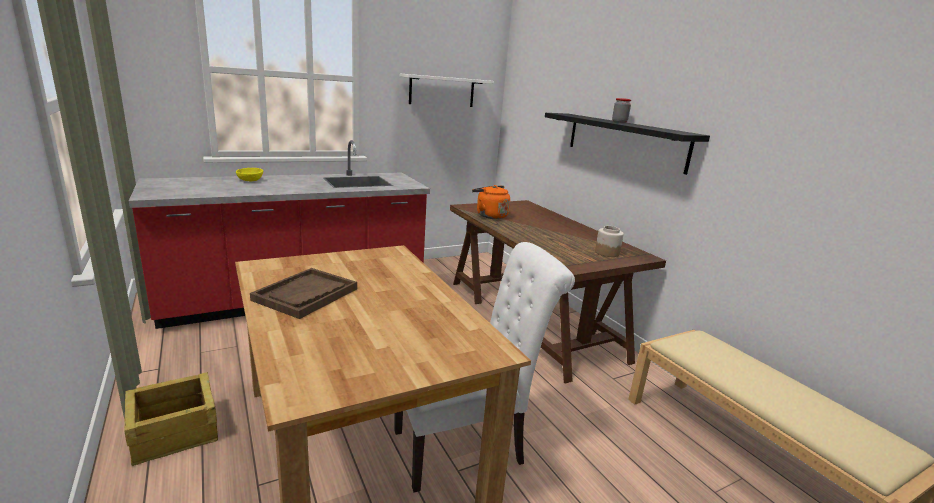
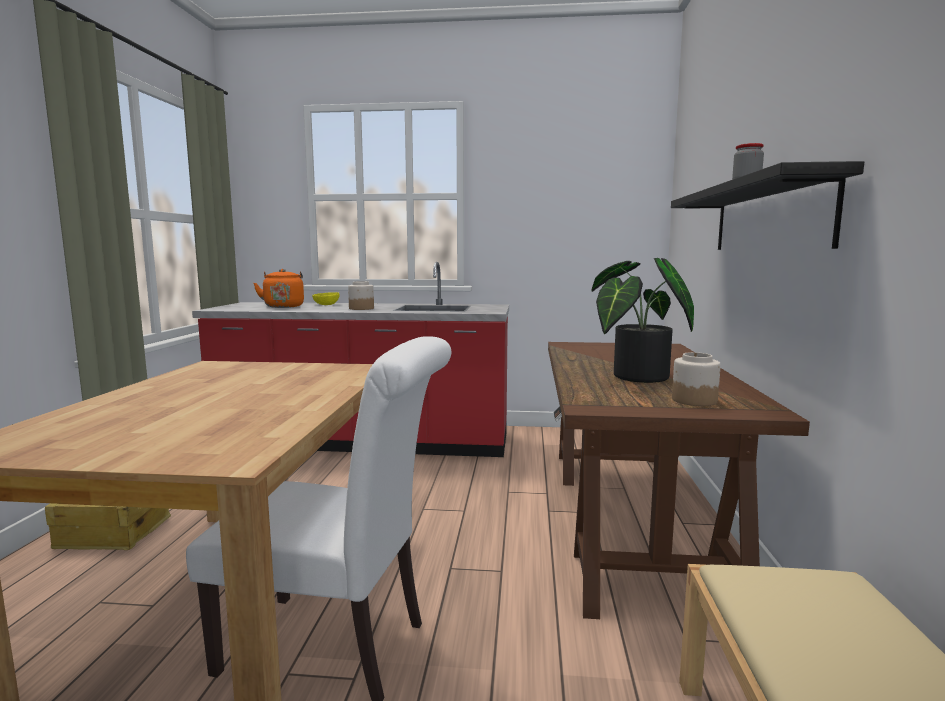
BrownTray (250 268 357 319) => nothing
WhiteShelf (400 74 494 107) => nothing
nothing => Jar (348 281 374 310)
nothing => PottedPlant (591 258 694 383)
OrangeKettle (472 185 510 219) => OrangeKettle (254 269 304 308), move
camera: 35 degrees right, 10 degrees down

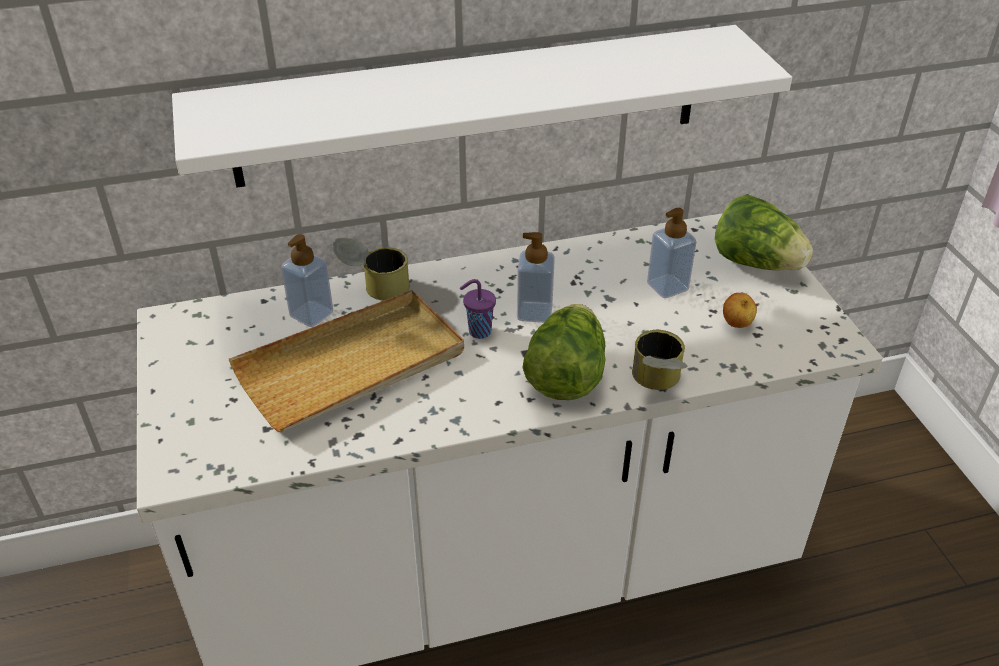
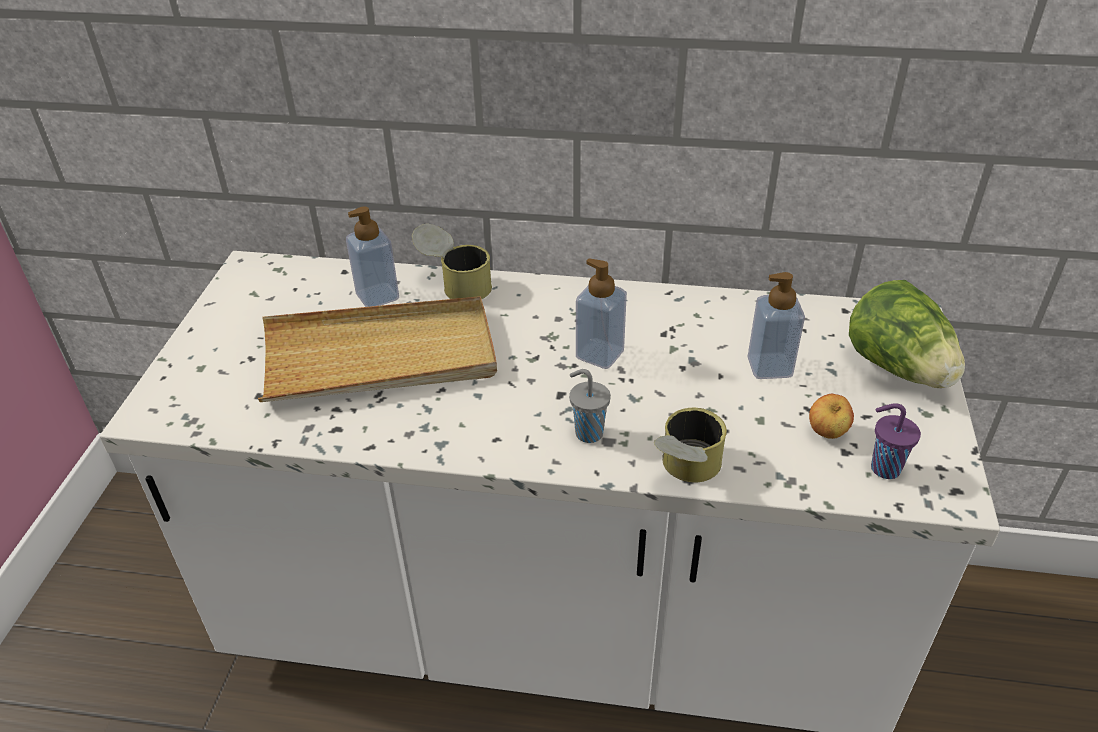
WhiteShelf (172 25 792 188) => nothing
PurpleCup (460 279 496 339) => PurpleCup (871 403 921 479), move
Lettuce (522 304 605 400) => GreyCup (569 369 611 443)
camera: 25 degrees right, 0 degrees up

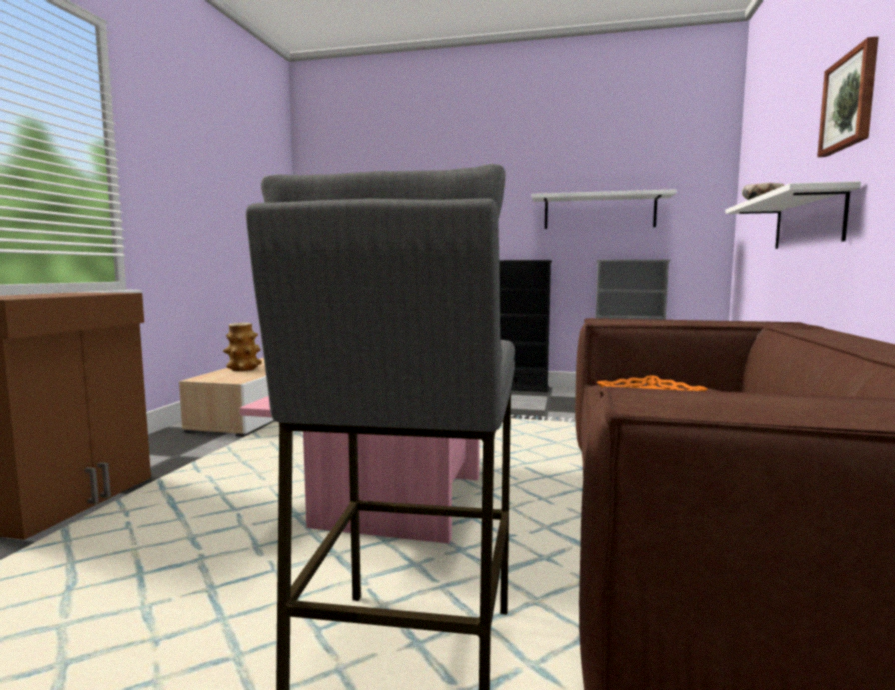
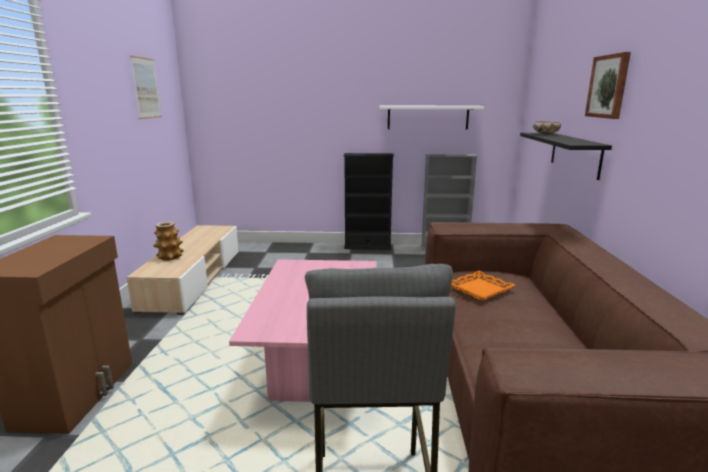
nothing => Picture (130 56 162 119)
WhiteShelf (725 181 861 249) => BlackShelf (520 133 612 180)
camera: 10 degrees left, 10 degrees up

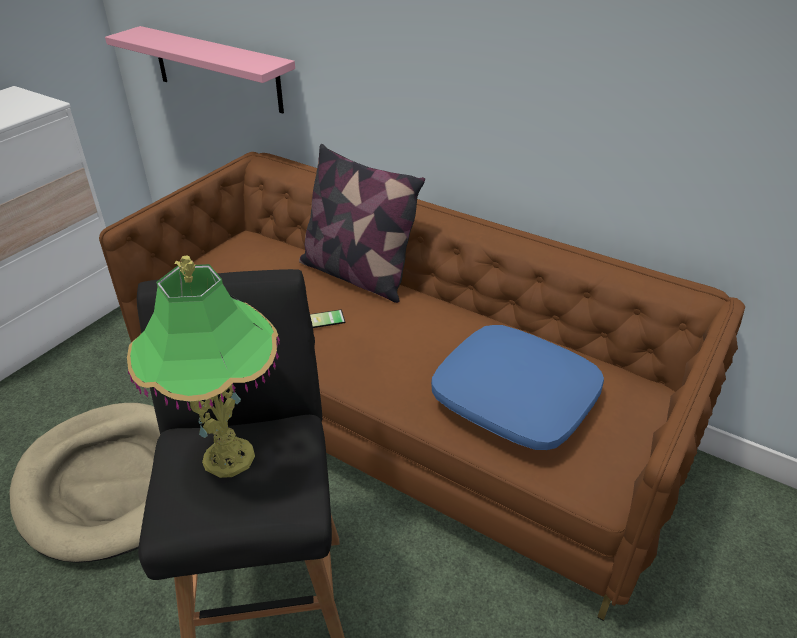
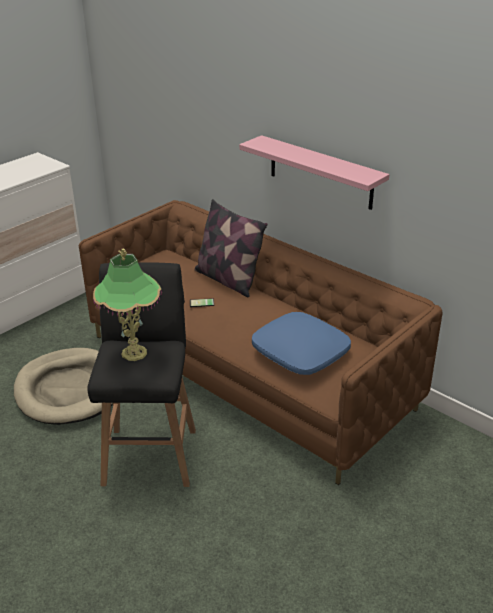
PinkShelf (105 26 295 113) => PinkShelf (239 135 389 210), move
camera: 10 degrees right, 5 degrees down

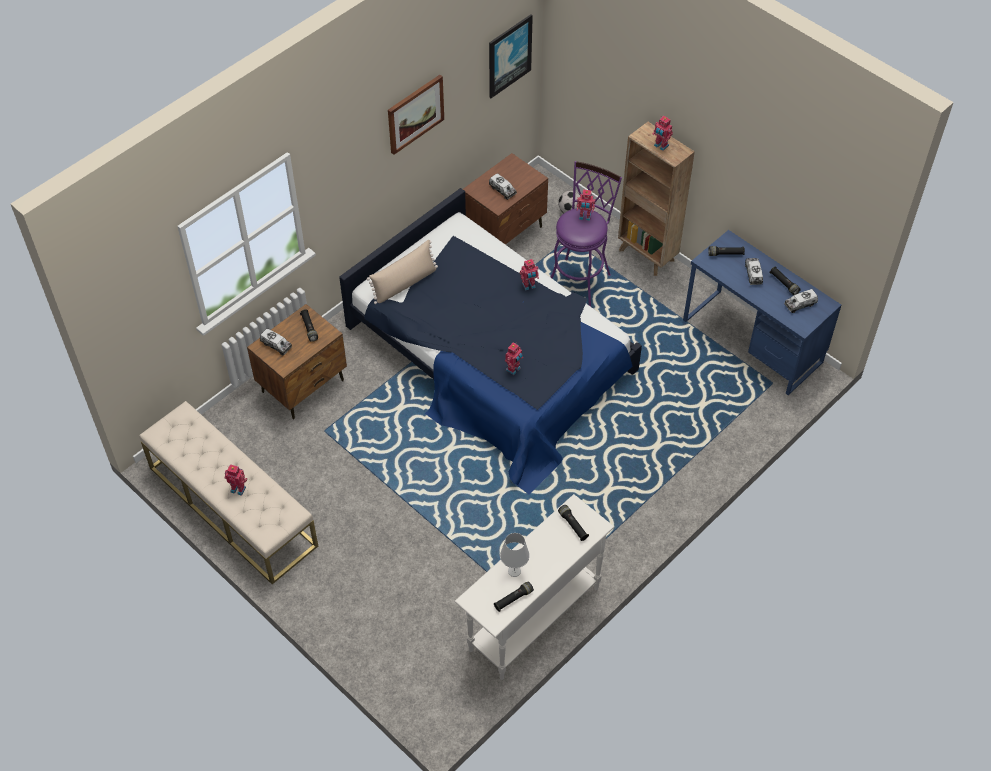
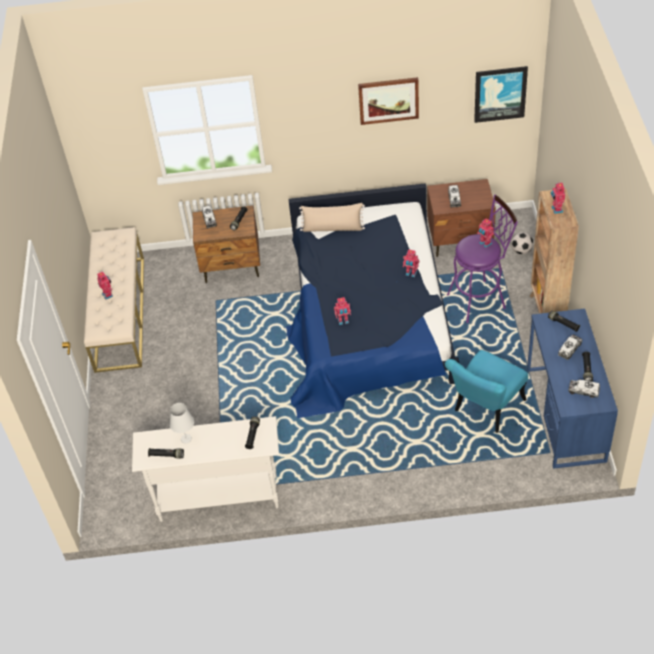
nothing => TurquoiseChair (445 350 528 433)
camera: 45 degrees right, 5 degrees down

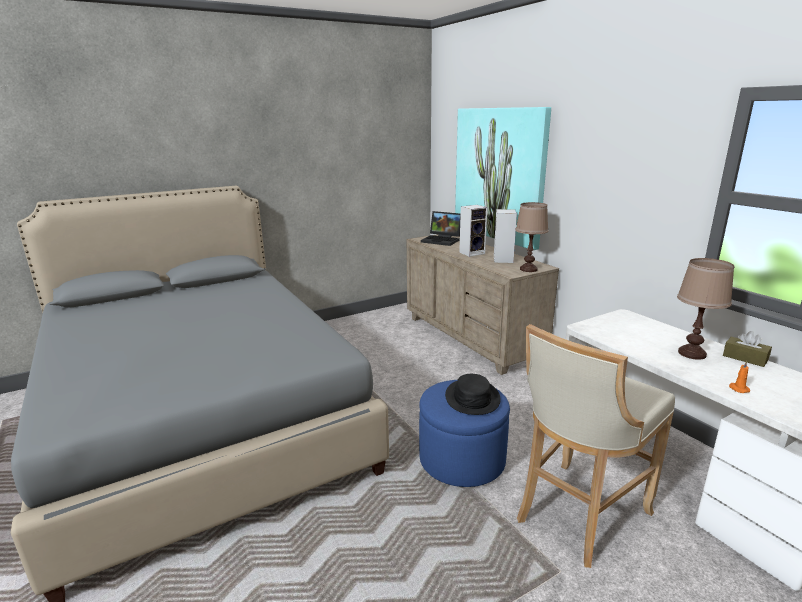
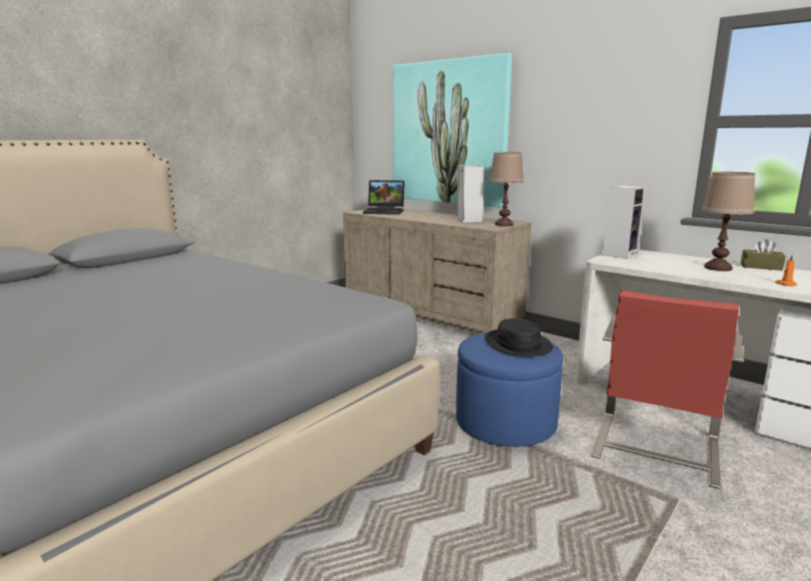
Speaker (459 205 487 257) => Speaker (602 185 646 259), move
BeigeStool (517 324 675 568) => RedChair (591 290 744 489)
camera: 20 degrees left, 5 degrees down

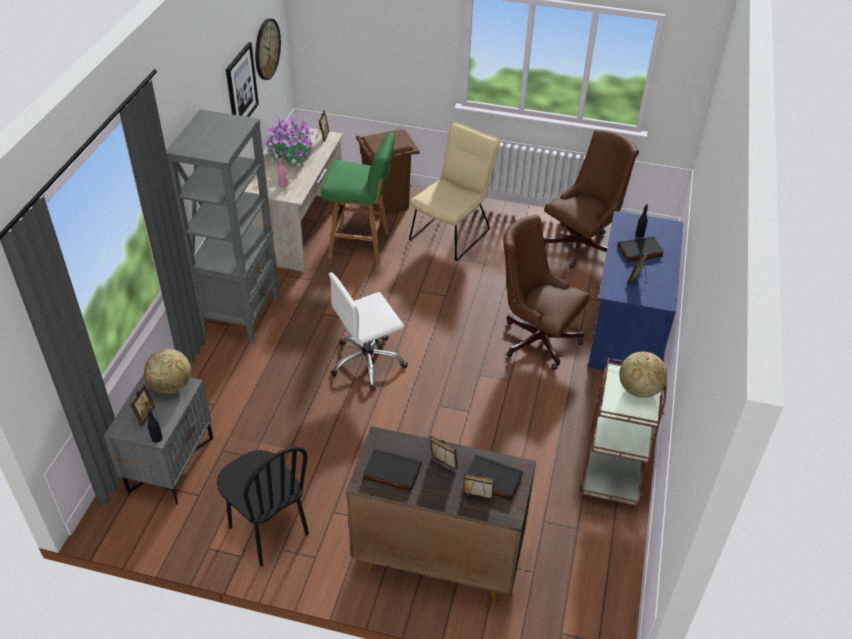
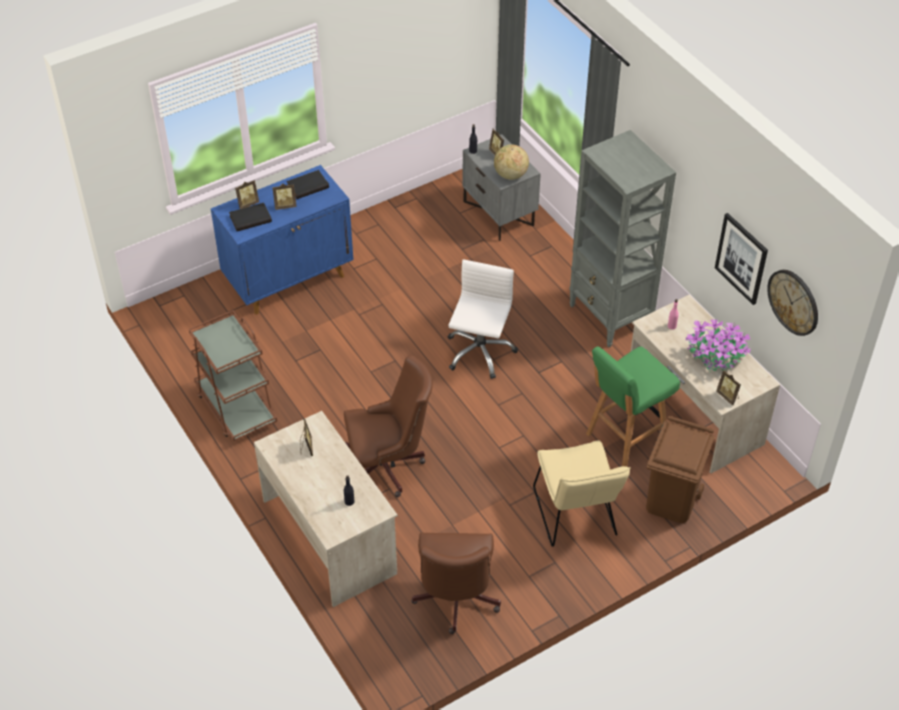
BlackChair (217 446 309 567) => nothing
BlackBook (618 236 664 262) => nothing
Globe (619 352 667 398) => nothing
BrownCabinet (346 426 536 604) => BlueCabinet (211 165 353 315)
BlueDesk (588 211 684 370) => BeigeDesk (254 411 398 607)
camera: 135 degrees right, 5 degrees up

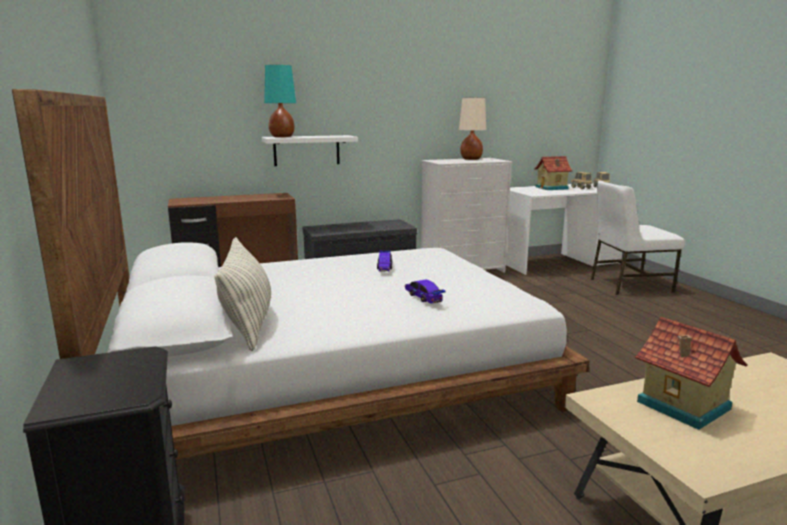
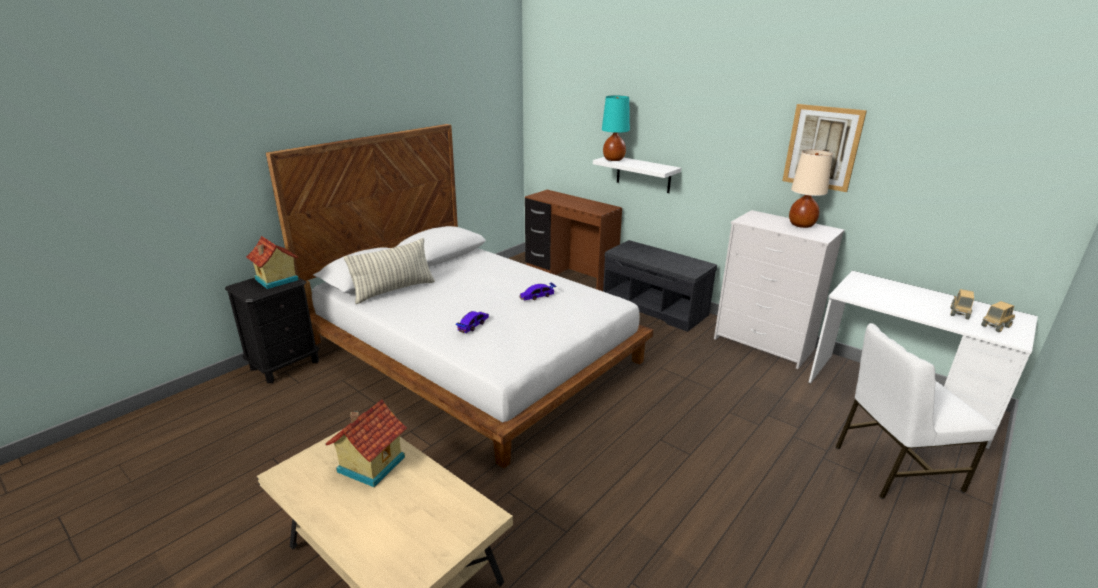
nothing => Picture (782 104 867 192)
ToyHouse (534 156 573 190) => ToyHouse (246 236 299 289), move
WhiteChair (591 180 685 295) => WhiteChair (835 323 997 499), 60 degrees counterclockwise
camera: 60 degrees right, 10 degrees up

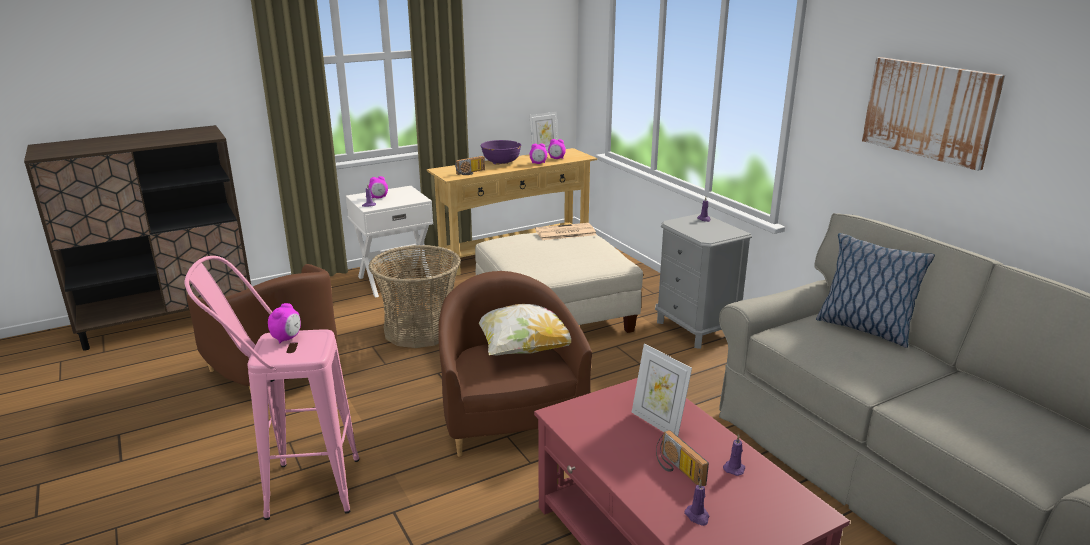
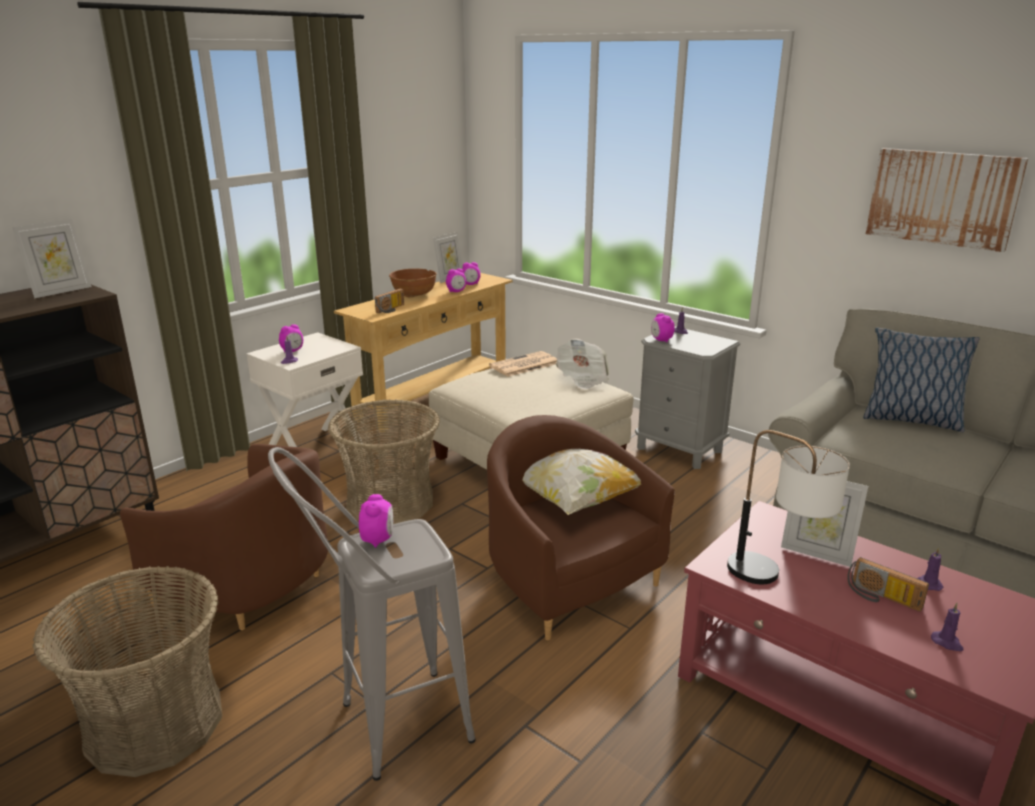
nothing => PictureFrame (12 219 92 298)
nothing => Basket (32 566 222 777)
nothing => Newspaper (556 339 609 390)
nothing => AlarmClock (651 313 675 342)
nothing => TableLamp (727 430 850 584)
PinkStool (184 256 359 520) => GreyStool (268 447 476 781)
PurpleBowl (481 140 522 164) => BrownBowl (389 269 437 297)
camera: 20 degrees left, 0 degrees up

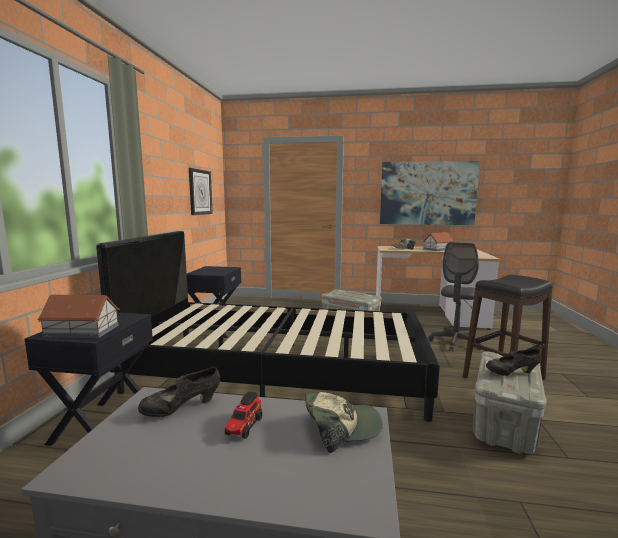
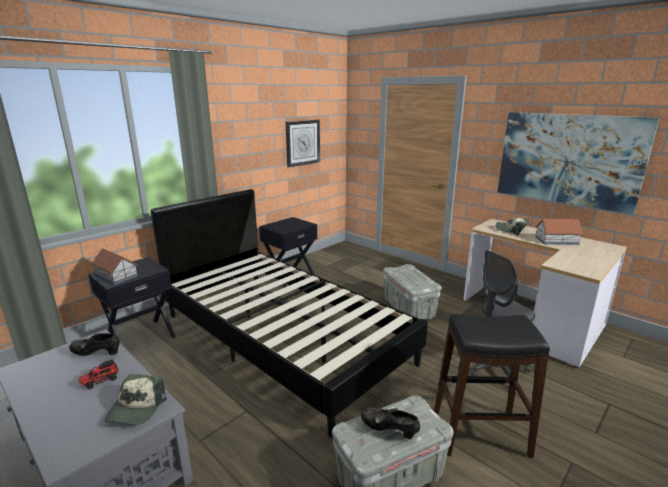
Cap (305 392 383 453) => Cap (104 374 167 425), 75 degrees clockwise
camera: 35 degrees right, 10 degrees up

